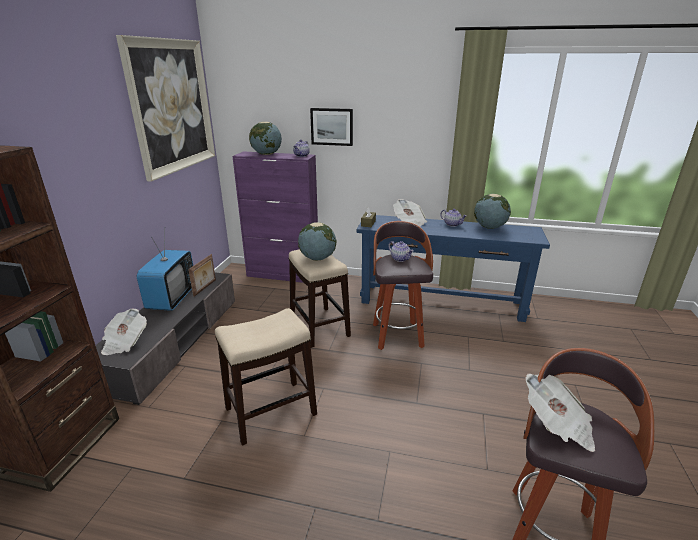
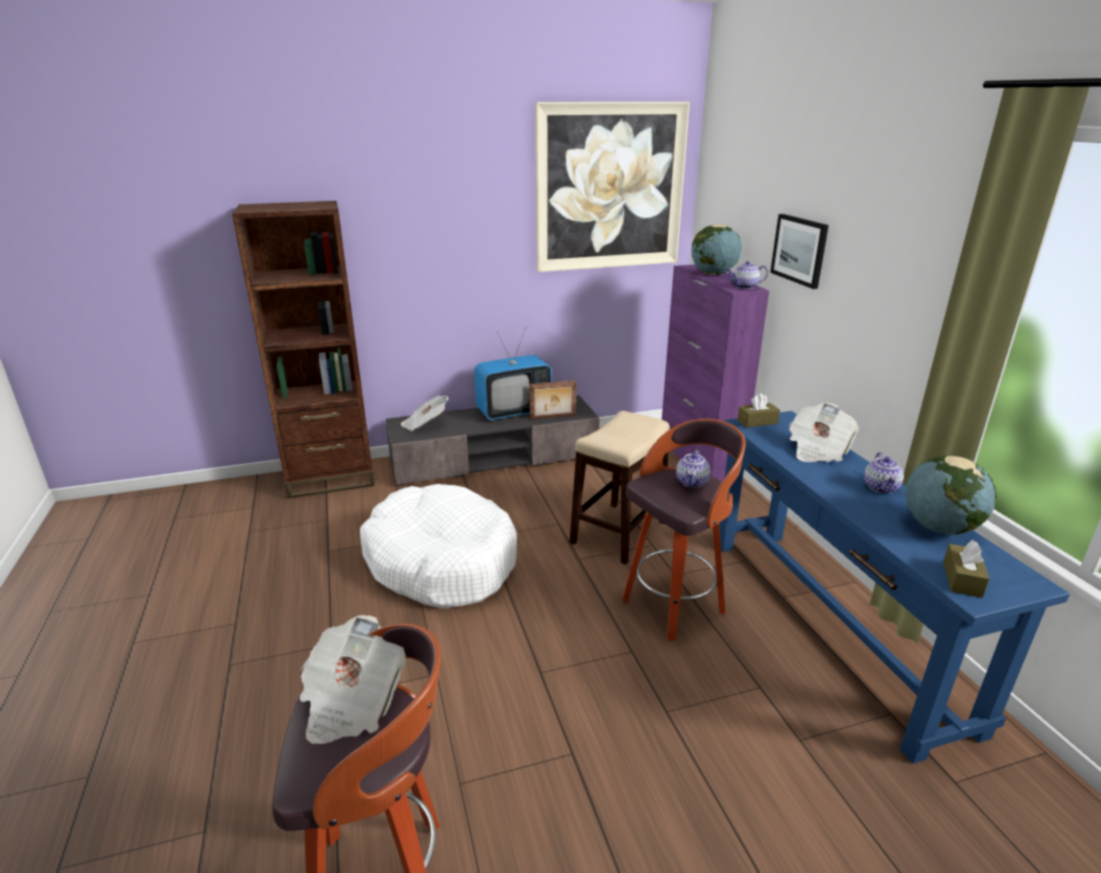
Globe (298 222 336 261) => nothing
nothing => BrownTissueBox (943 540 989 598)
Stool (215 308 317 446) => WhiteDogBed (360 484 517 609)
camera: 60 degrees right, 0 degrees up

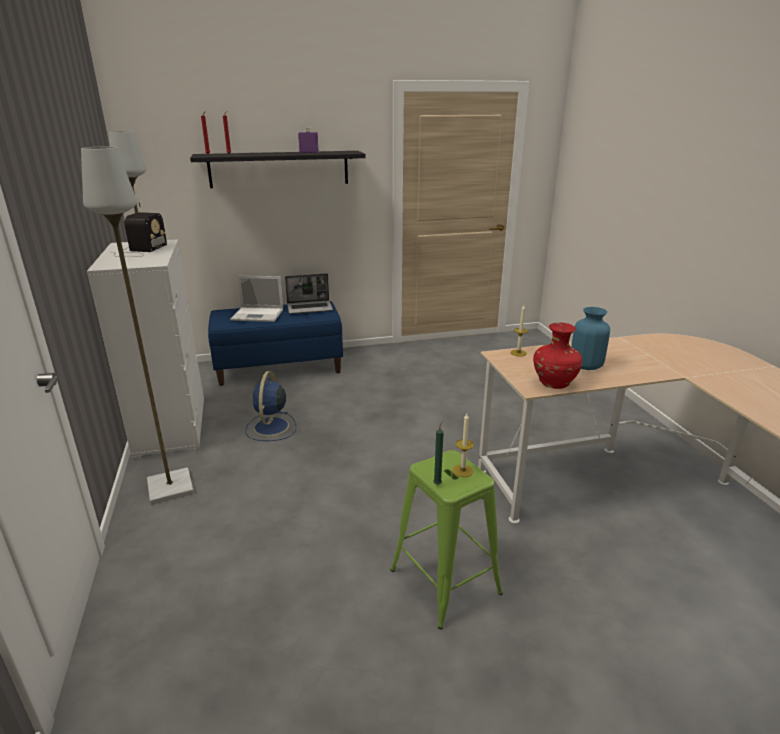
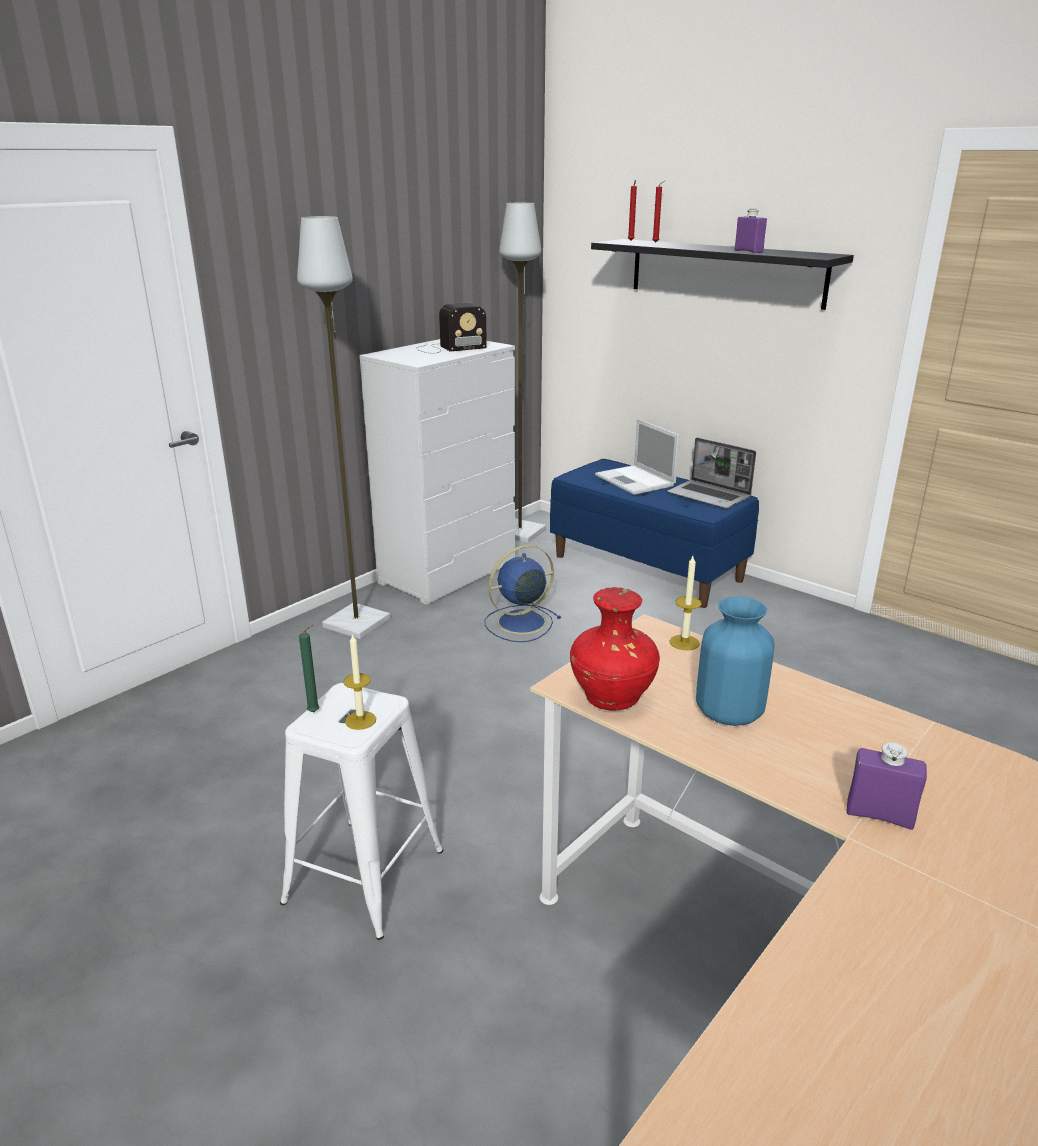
nothing => PurpleBottle (847 743 927 830)
GreenStool (390 450 503 629) => WhiteStool (280 683 444 940)
camera: 55 degrees right, 0 degrees up

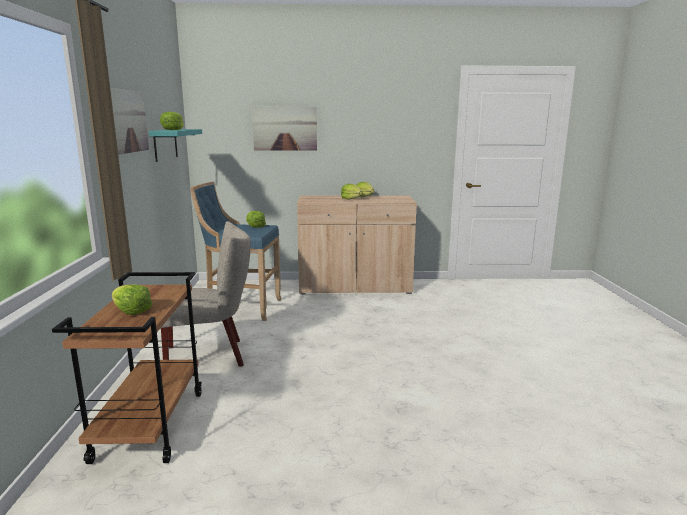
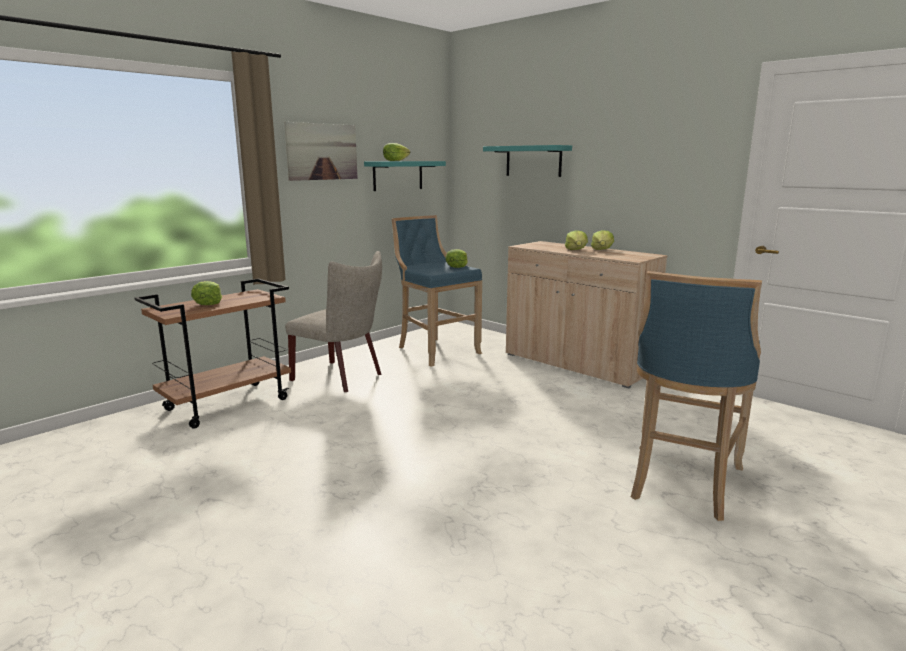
nothing => BlueStool (631 271 762 521)
Picture (252 107 317 151) => TurquoiseShelf (483 145 572 177)
camera: 45 degrees right, 0 degrees up

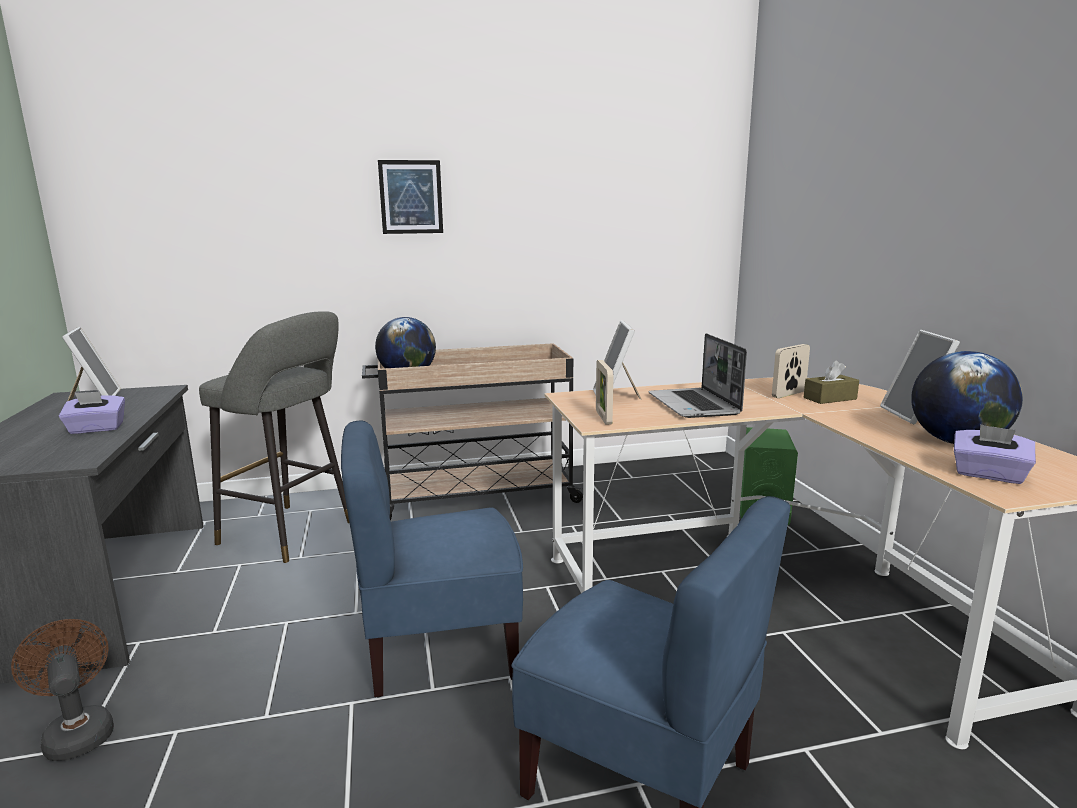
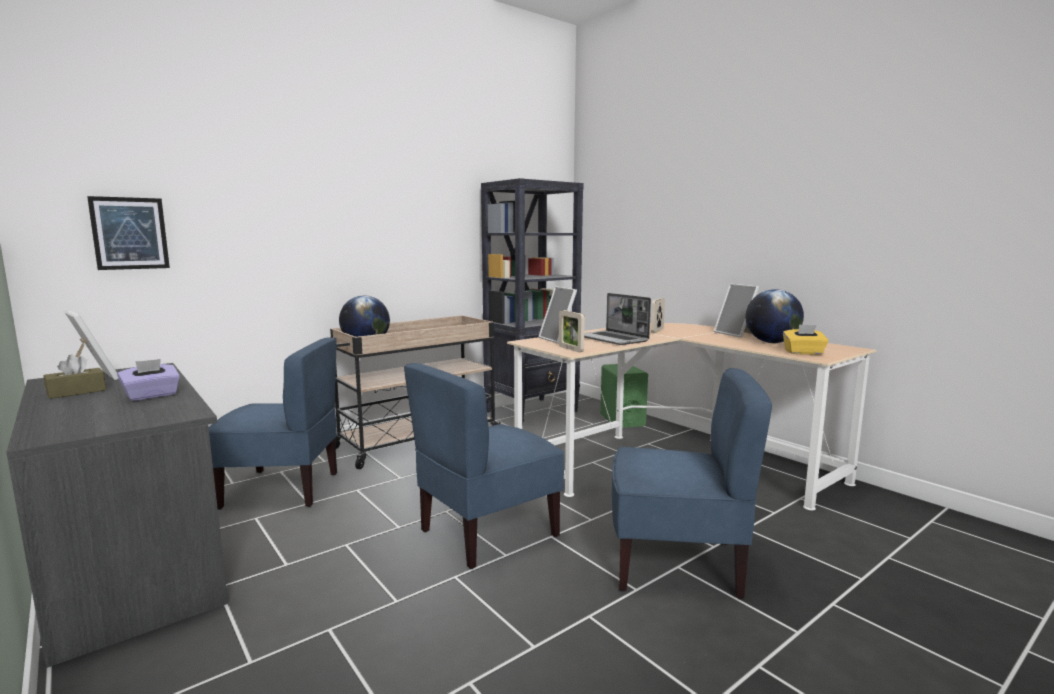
BrownFan (11 619 114 761) => nothing
nothing => BlackBookcase (481 178 584 426)
Picture (378 160 443 234) => Picture (87 196 170 270), move
BrownTissueBox (803 361 859 404) => BrownTissueBox (43 355 106 399), move
GreyStool (199 311 349 563) => BlueChair (209 337 337 510)
PurpleTissueBox (954 424 1036 484) => YellowTissueBox (783 324 829 355)
camera: 25 degrees left, 5 degrees down

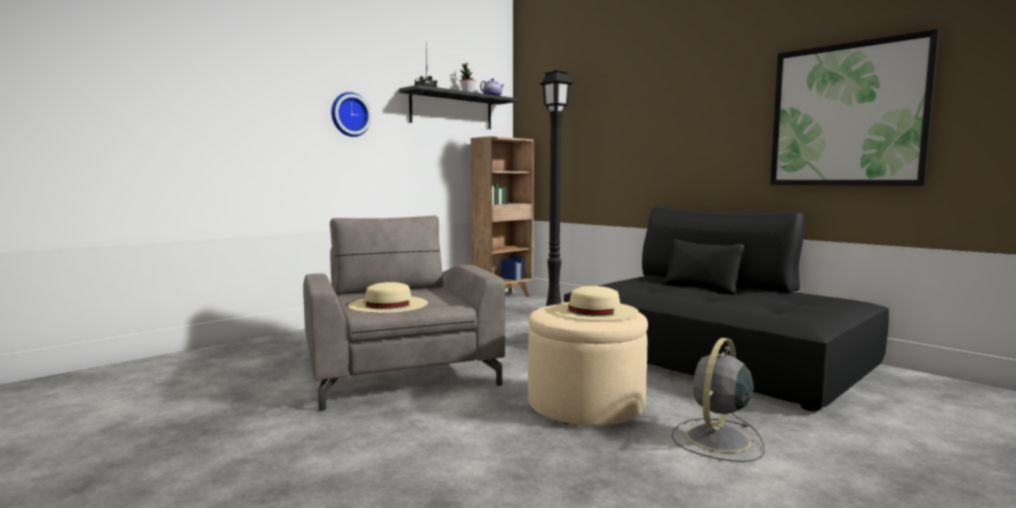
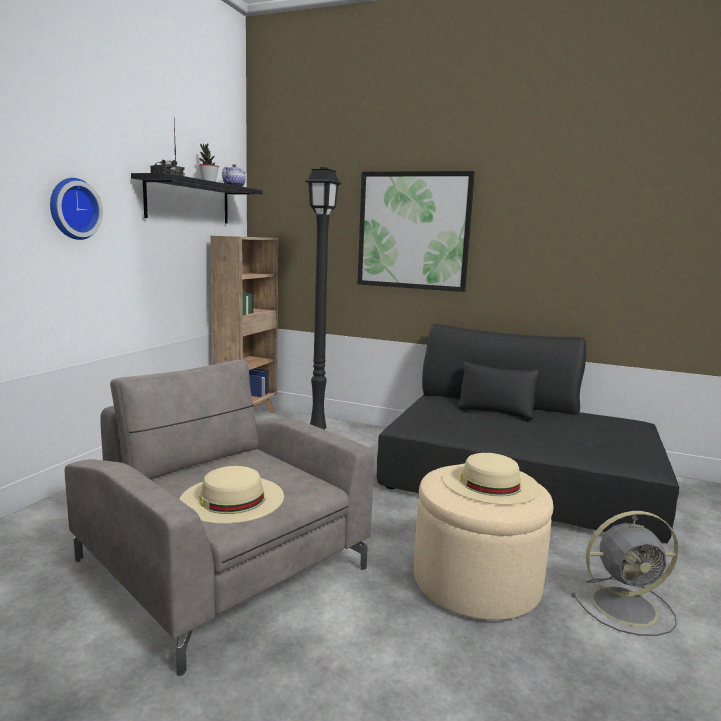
Picture (770 29 940 186) => Picture (358 171 475 292), move
GreyFan (672 338 765 462) => GreyFan (571 511 679 636), 105 degrees counterclockwise
camera: 25 degrees left, 5 degrees up

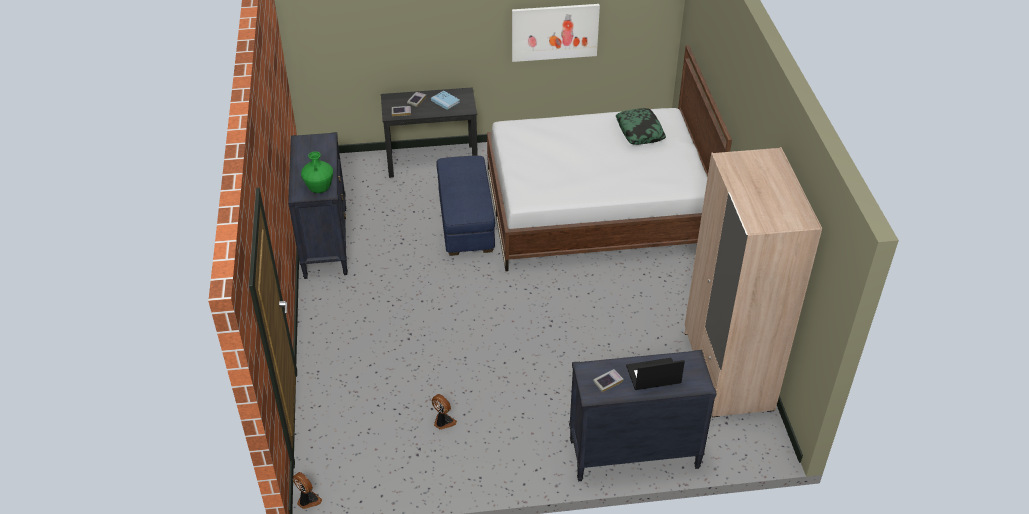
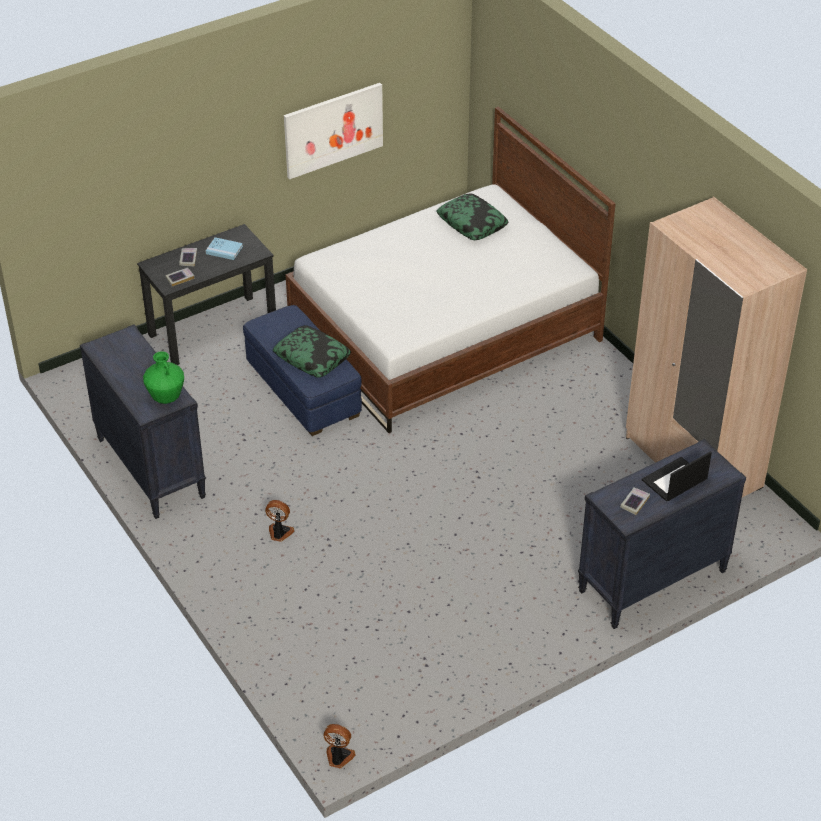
nothing => Pillow (273 325 351 378)
Fan (432 394 457 430) => Fan (265 500 295 542), move
camera: 25 degrees left, 0 degrees up

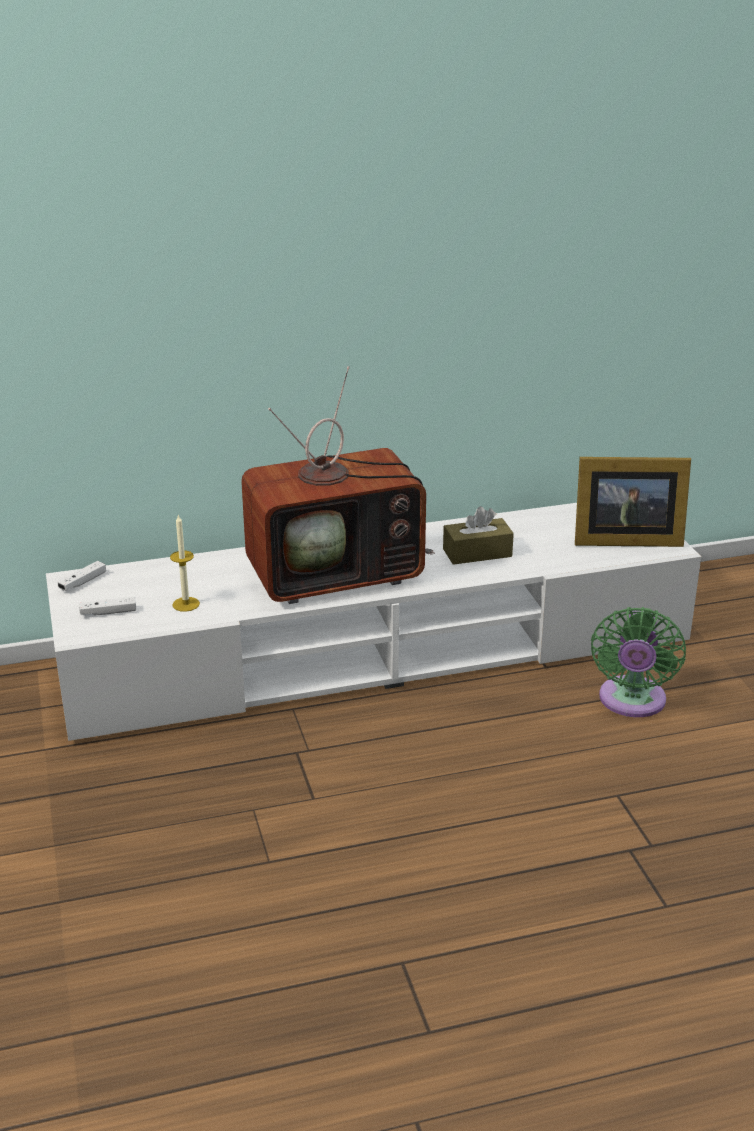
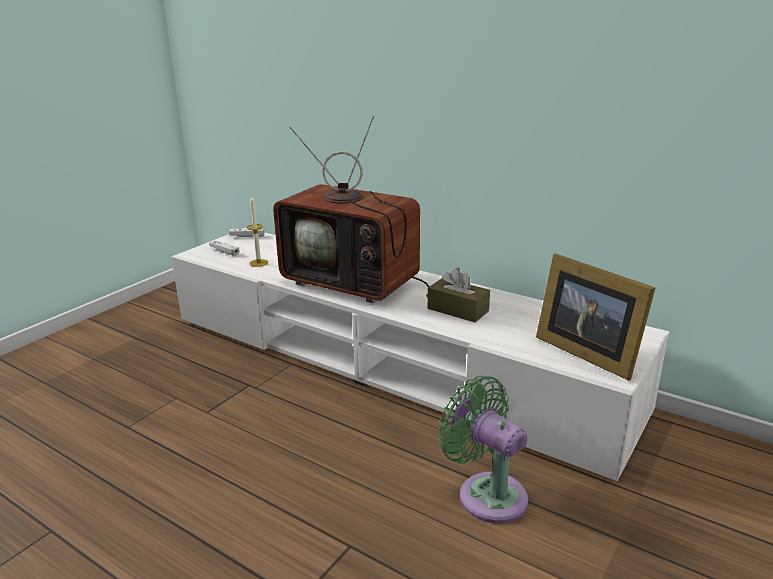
GreenFan (591 607 686 717) => GreenFan (437 376 528 523), 75 degrees clockwise
camera: 50 degrees right, 5 degrees down

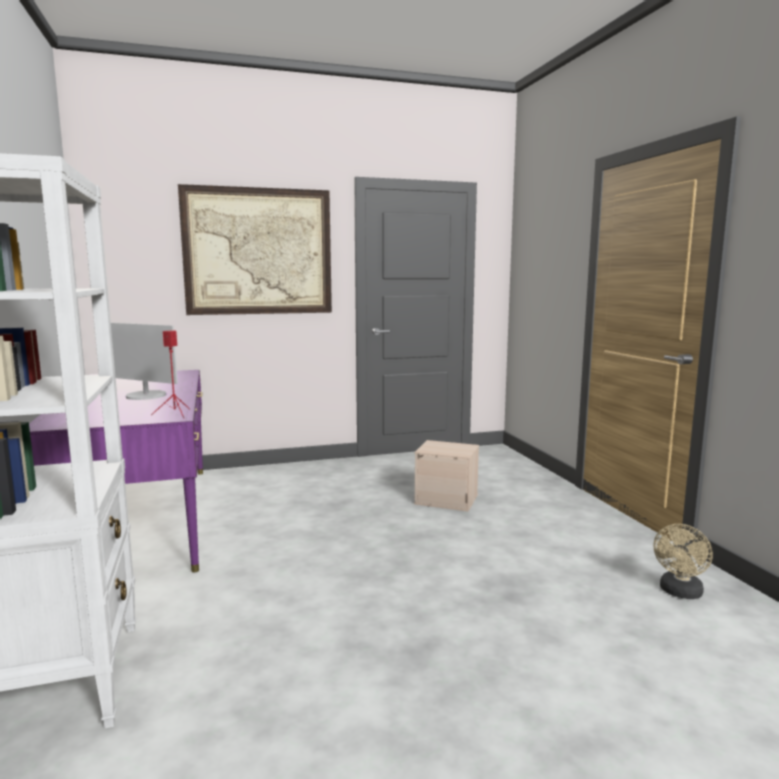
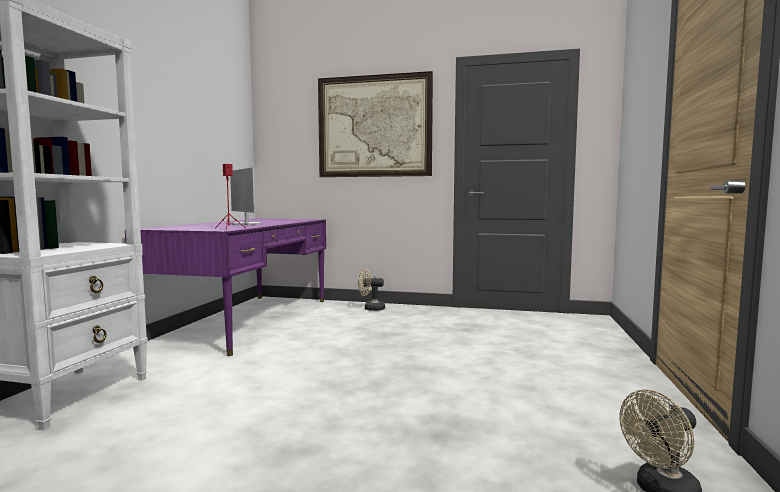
BeigeStorageBox (414 440 479 512) => nothing
nothing => BeigeFan (358 269 385 311)
camera: 30 degrees right, 5 degrees down

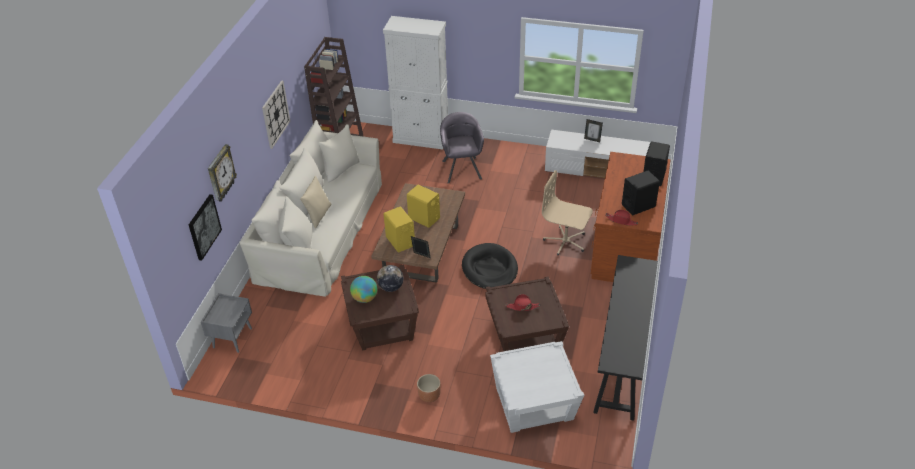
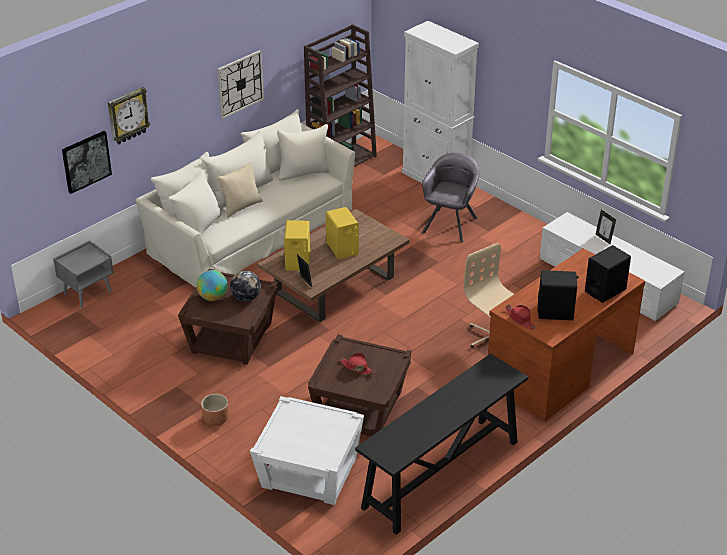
BlackDogBed (462 243 518 289) => nothing
camera: 30 degrees right, 5 degrees down

